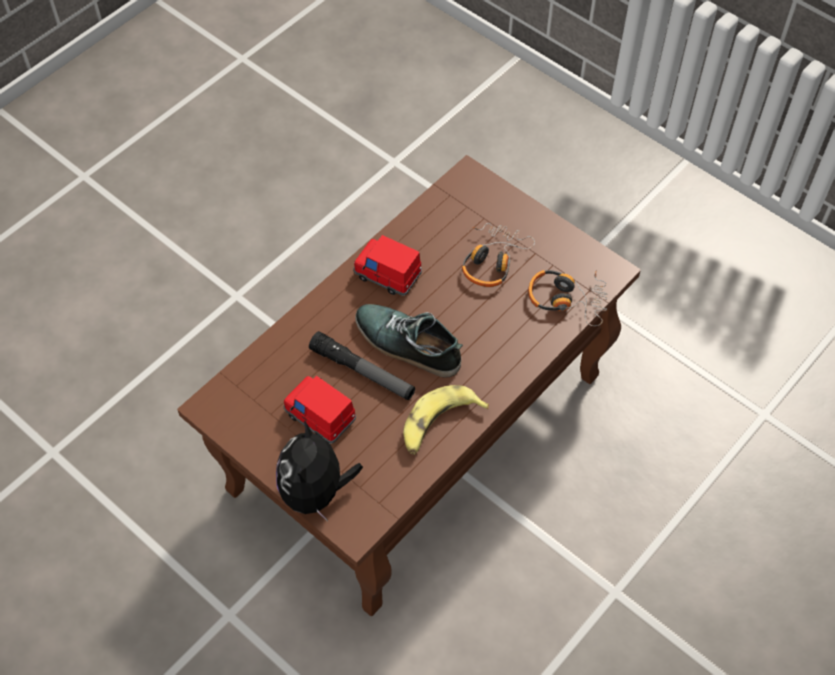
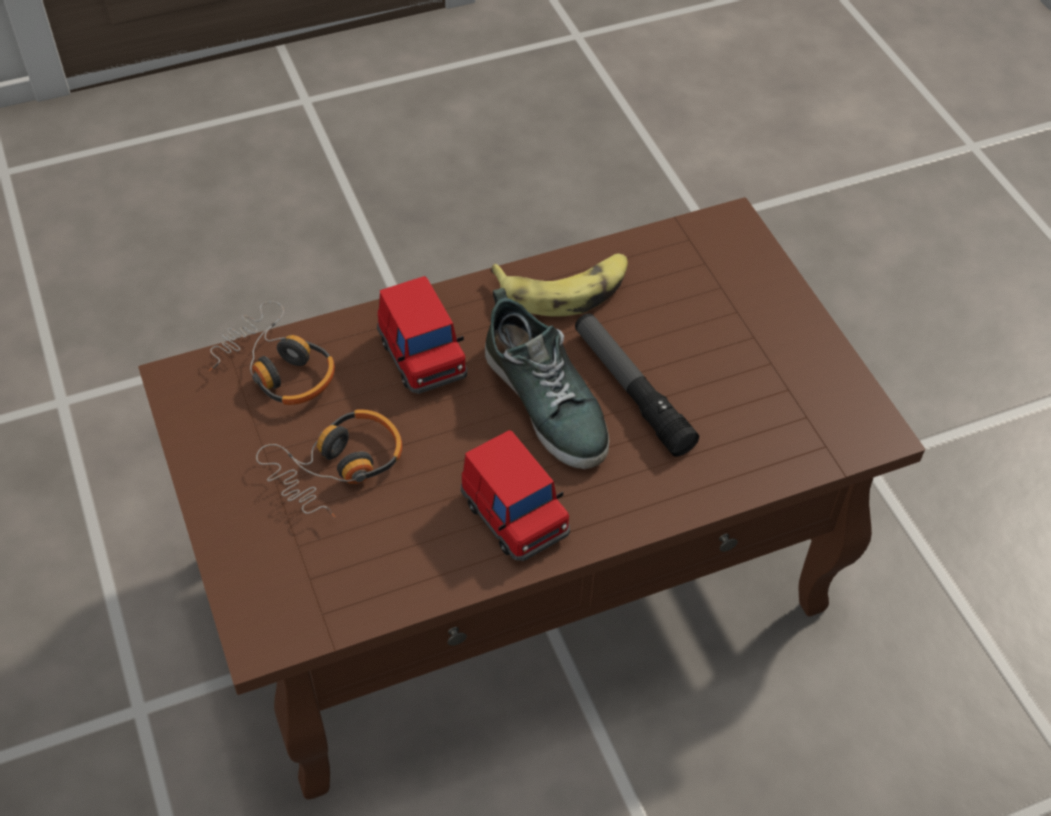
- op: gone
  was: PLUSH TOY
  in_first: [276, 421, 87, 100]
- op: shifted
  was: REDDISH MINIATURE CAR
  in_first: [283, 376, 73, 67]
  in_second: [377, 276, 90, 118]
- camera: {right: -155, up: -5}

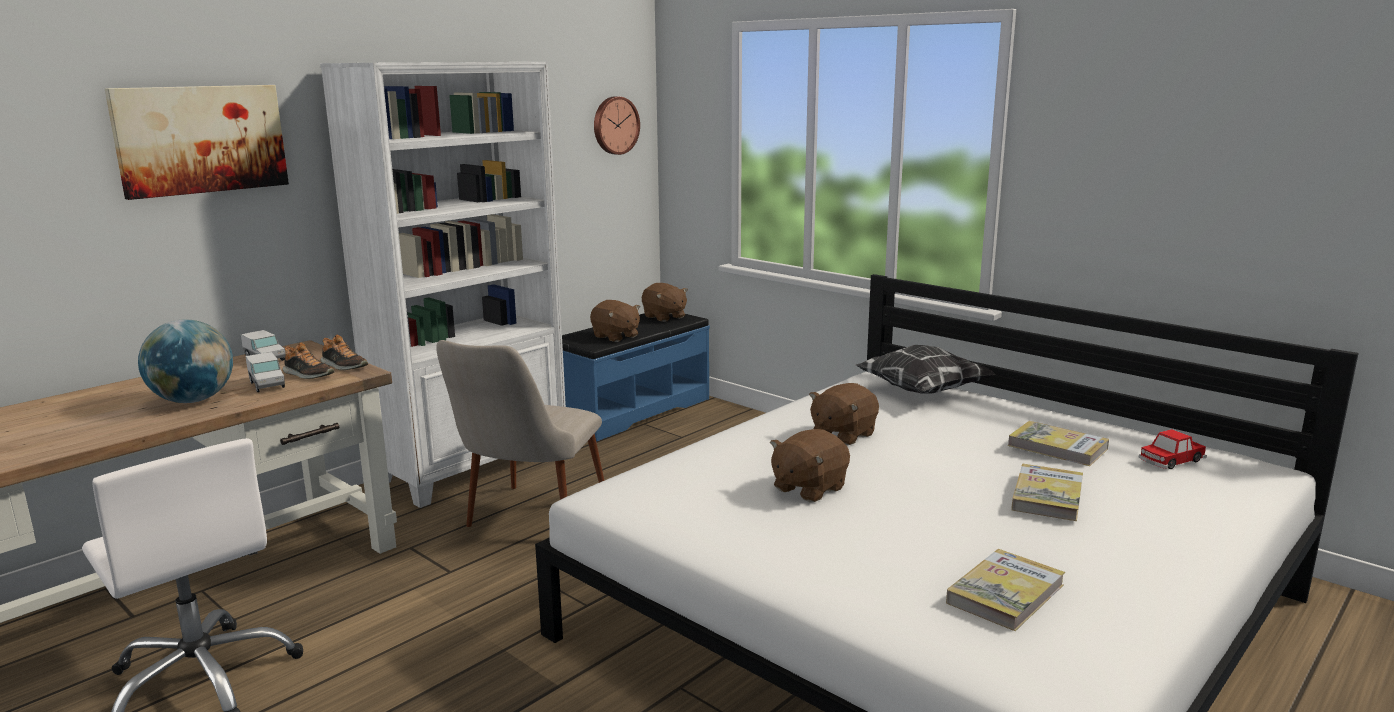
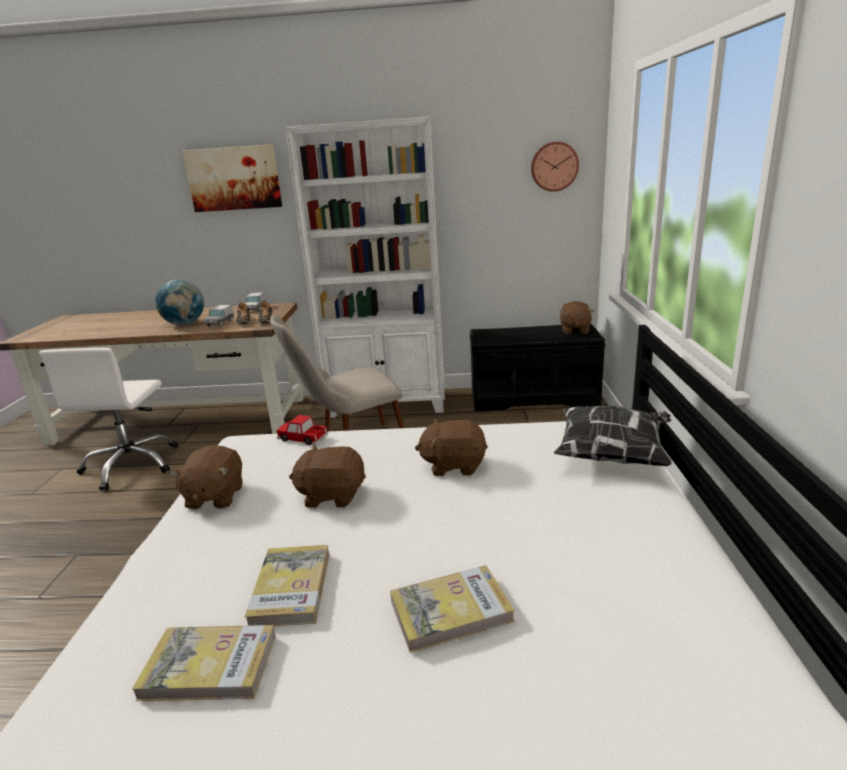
- op: shifted
  was: BROWN PLUSH TOY
  in_first: [590, 300, 50, 42]
  in_second: [170, 445, 73, 64]
- op: shifted
  was: BOOK
  in_first: [1008, 421, 101, 45]
  in_second: [245, 545, 84, 81]
- op: shifted
  was: MINIATURE CAR
  in_first: [1138, 429, 69, 40]
  in_second: [277, 415, 51, 30]
- op: repainted
  was: BLUE-COLOURED BENCH
  now: BLACKISH BENCH
  in_first: [562, 313, 148, 129]
  in_second: [470, 323, 135, 88]
- camera: {right: 50, up: 5}

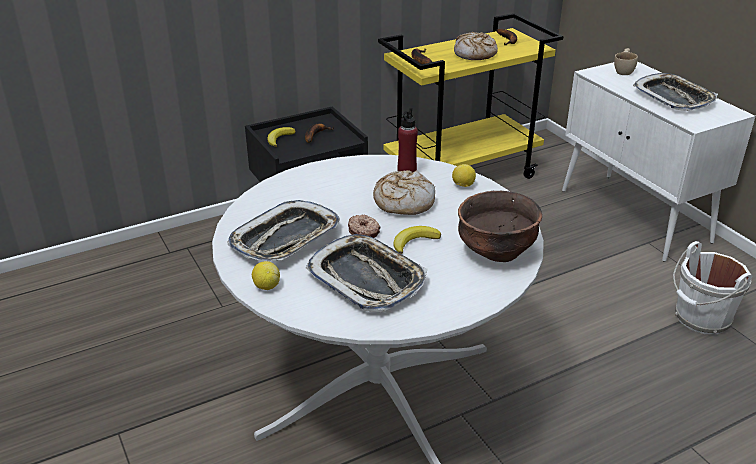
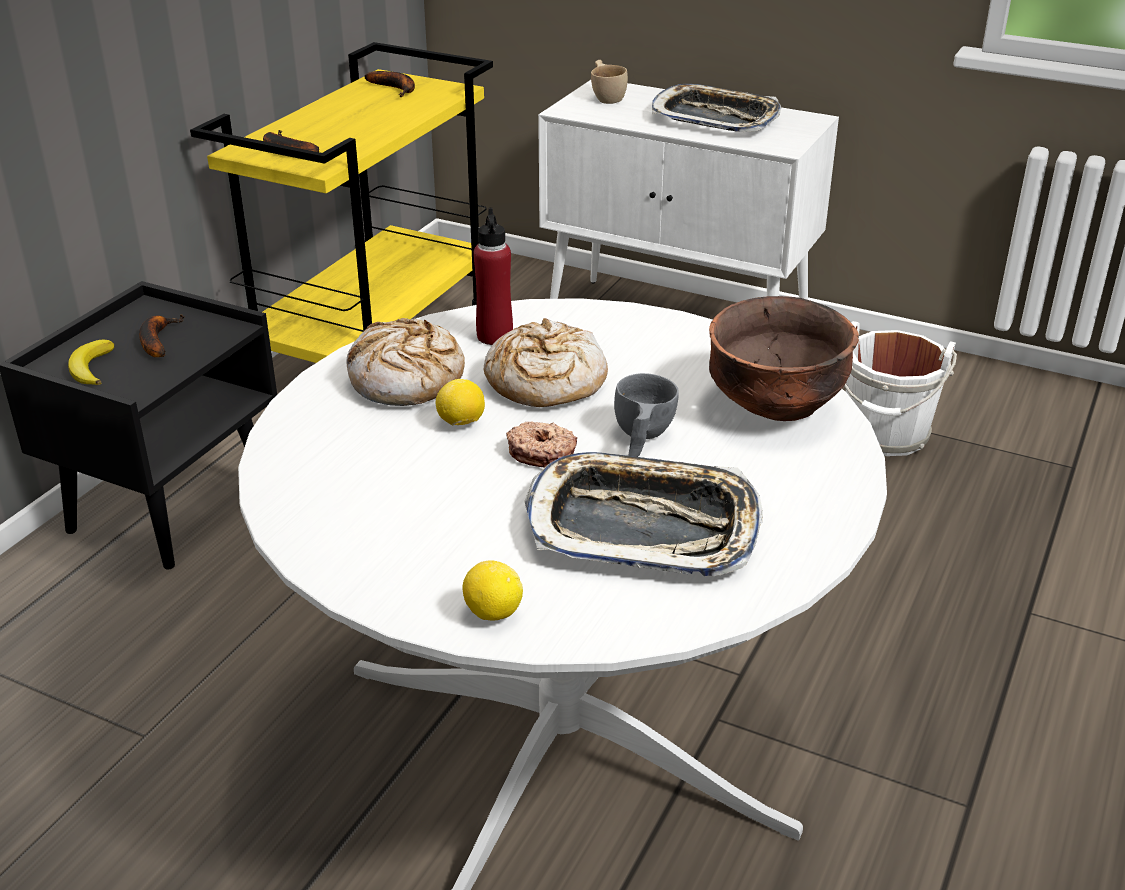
- op: gone
  was: SERVING TRAY
  in_first: [228, 200, 112, 60]
- op: shifted
  was: WHOLE LEMON
  in_first: [452, 164, 24, 23]
  in_second: [436, 379, 49, 46]
- op: shifted
  was: BAKED BREAD
  in_first: [454, 32, 44, 28]
  in_second: [346, 318, 119, 88]
- op: swapped
  was: WHOLE BANANA
  now: GREY SMALL CUP
  in_first: [393, 226, 48, 28]
  in_second: [614, 373, 65, 84]
- camera: {right: -35, up: 0}

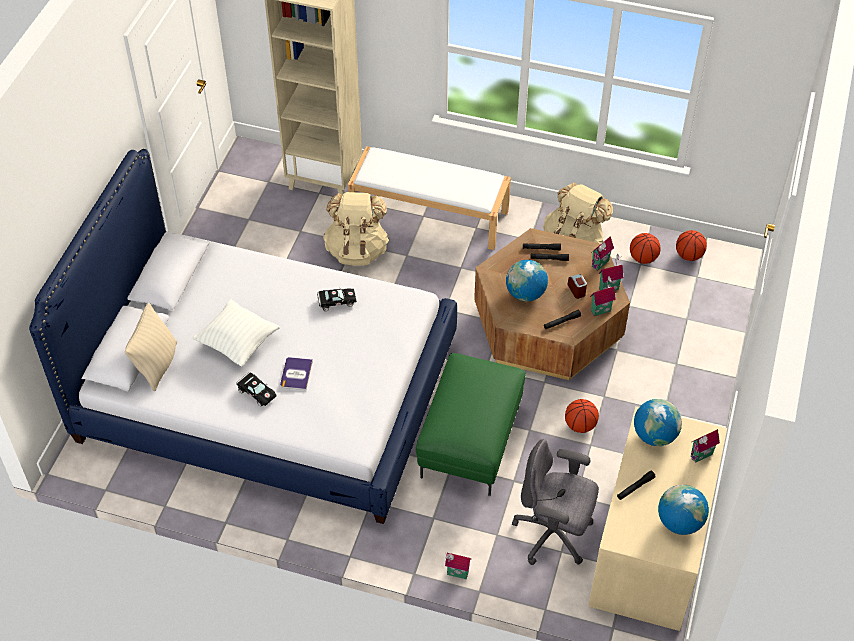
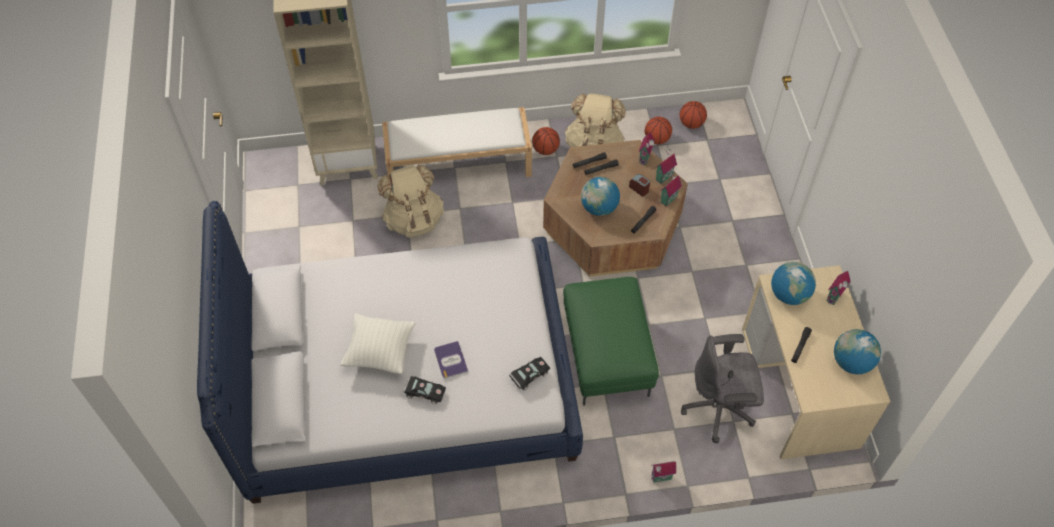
- op: gone
  was: BEIGE THROW PILLOW
  in_first: [125, 303, 52, 88]
- op: shifted
  was: BLACKISH MINIATURE CAR
  in_first: [317, 289, 39, 22]
  in_second: [509, 357, 41, 33]
- op: shifted
  was: BALL FOR BASKETBALL
  in_first: [565, 399, 34, 34]
  in_second: [532, 127, 28, 28]
- camera: {right: -25, up: 5}

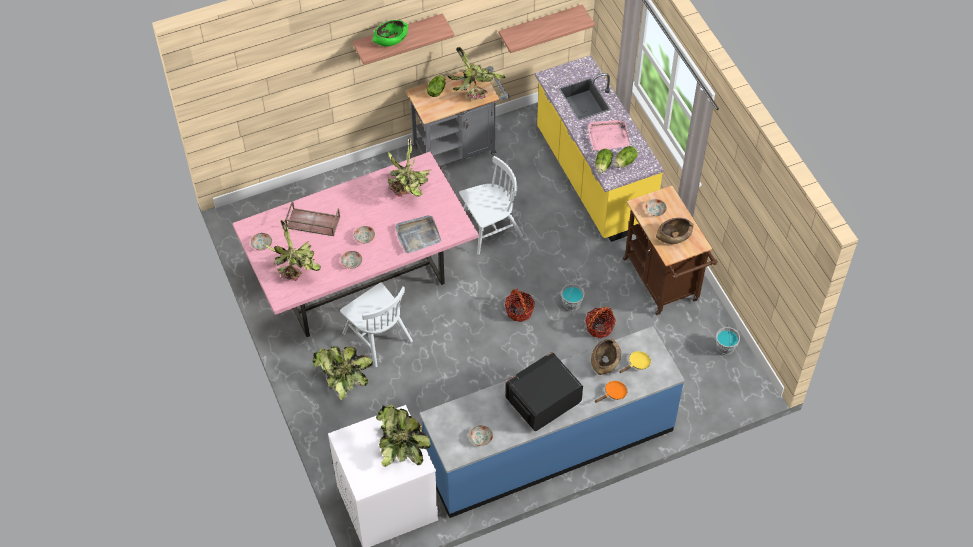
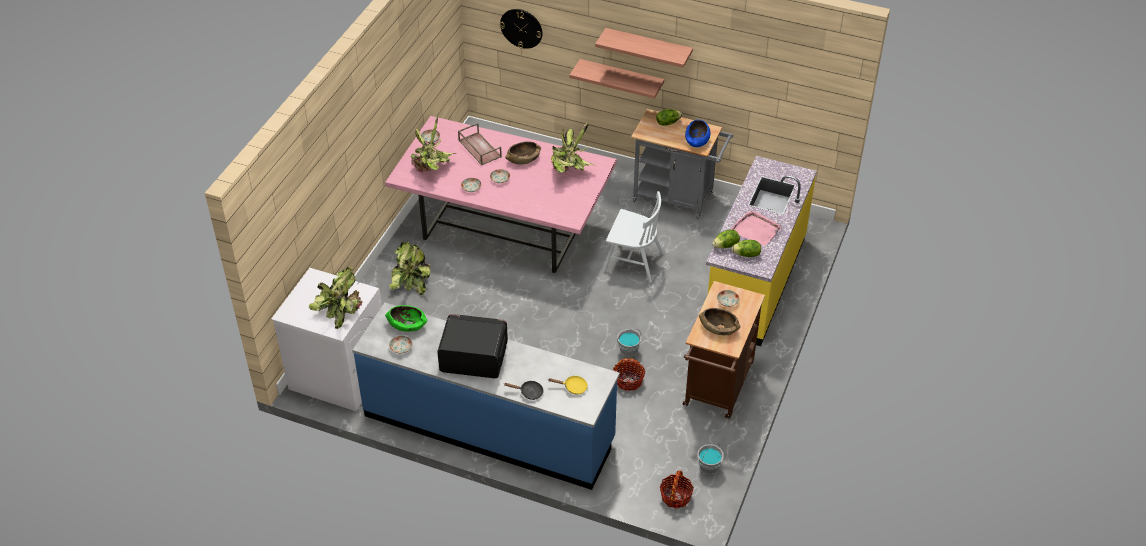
- op: gone
  was: WHITE CHAIR
  in_first: [340, 282, 73, 85]
- op: gone
  was: GREY SERVING TRAY
  in_first: [395, 215, 46, 38]
- op: new
  now: WALL CLOCK
  in_second: [500, 9, 43, 40]
- op: shifted
  was: GREENISH DEEP DISH
  in_first: [373, 20, 35, 27]
  in_second: [385, 305, 42, 27]
- op: shifted
  was: SHELF
  in_first: [499, 5, 96, 48]
  in_second: [569, 59, 95, 40]
- op: shifted
  was: HOUSEHOLD BASKET
  in_first: [505, 289, 30, 33]
  in_second: [660, 471, 34, 38]
- op: shifted
  was: BROWN DEEP DISH
  in_first: [591, 339, 30, 36]
  in_second: [505, 141, 36, 24]
- op: swapped
  was: POTTED PLANT
  now: BLUE-COLOURED DEEP DISH
  in_first: [448, 47, 58, 53]
  in_second: [685, 120, 25, 27]
- op: repainted
  was: ORANGE FRYING PAN
  now: BLACKISH FRYING PAN
  in_first: [594, 381, 33, 22]
  in_second: [504, 381, 40, 19]
- camera: {right: 45, up: -10}

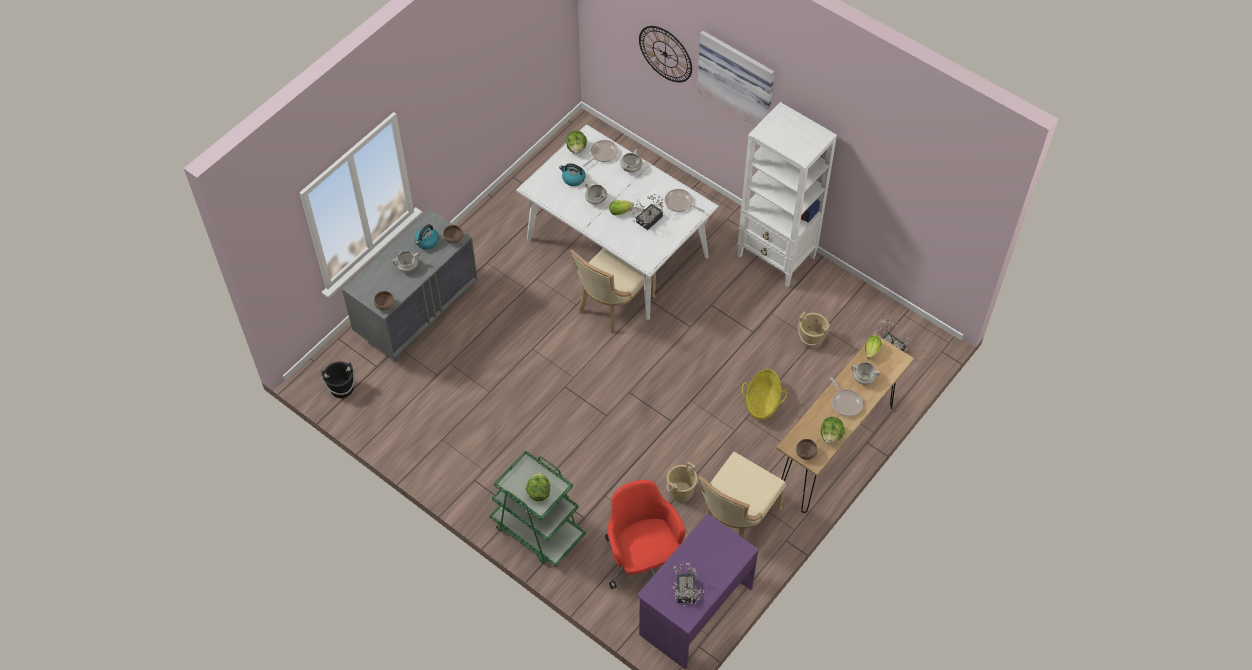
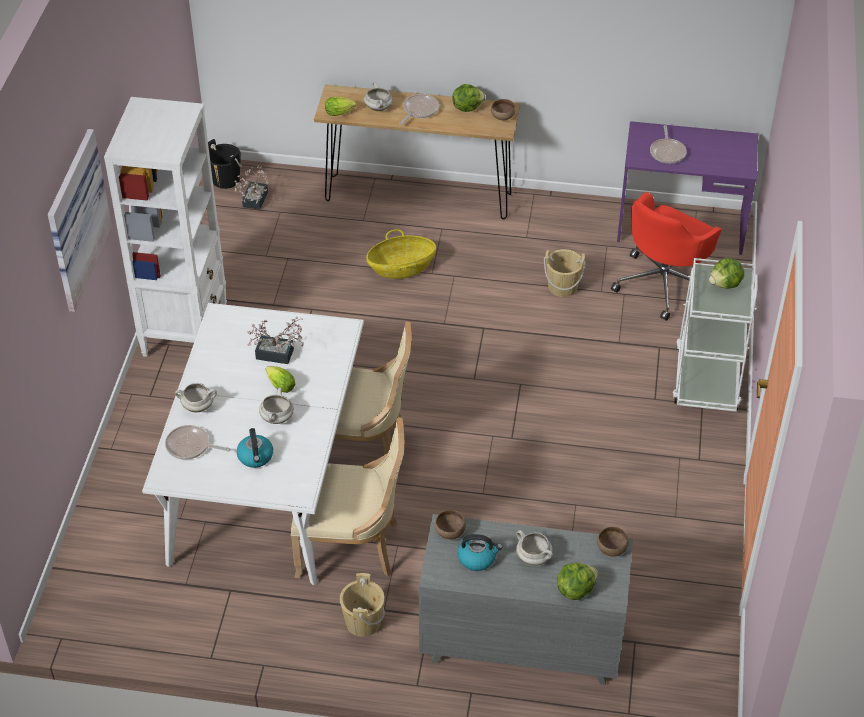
- op: gone
  was: WALL CLOCK
  in_first: [639, 26, 53, 56]
- op: gone
  was: POTTED PLANT
  in_first: [672, 563, 32, 43]
- op: shifted
  was: BLACKISH BUCKET
  in_first: [321, 362, 34, 36]
  in_second: [208, 139, 34, 50]
- op: shifted
  was: HEAD OF LETTUCE
  in_first: [566, 130, 21, 24]
  in_second: [557, 563, 41, 37]
- op: shifted
  was: FRYING PAN
  in_first: [665, 189, 40, 23]
  in_second: [650, 125, 37, 39]
- op: shifted
  was: BEIGE CHAIR
  in_first: [698, 452, 88, 86]
  in_second: [291, 417, 113, 161]
- op: shifted
  was: BEIGE BUCKET
  in_first: [798, 311, 32, 38]
  in_second: [340, 573, 45, 64]
- op: repainted
  was: GREENISH WHEELED CART
  now: WHITE WHEELED CART
  in_first: [490, 450, 96, 117]
  in_second: [673, 258, 85, 154]
- camera: {right: -120, up: -10}

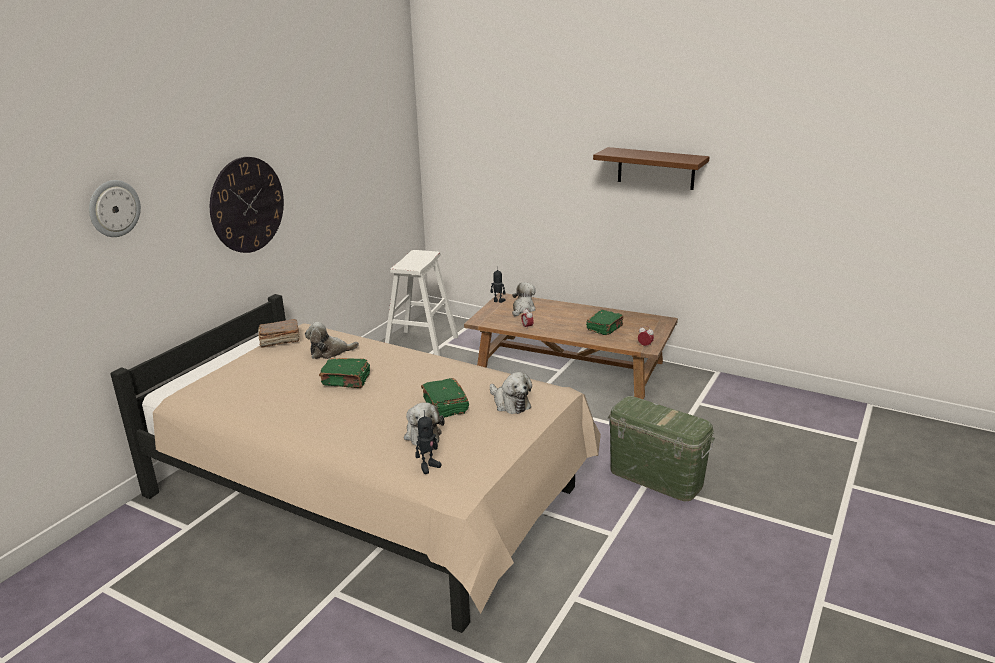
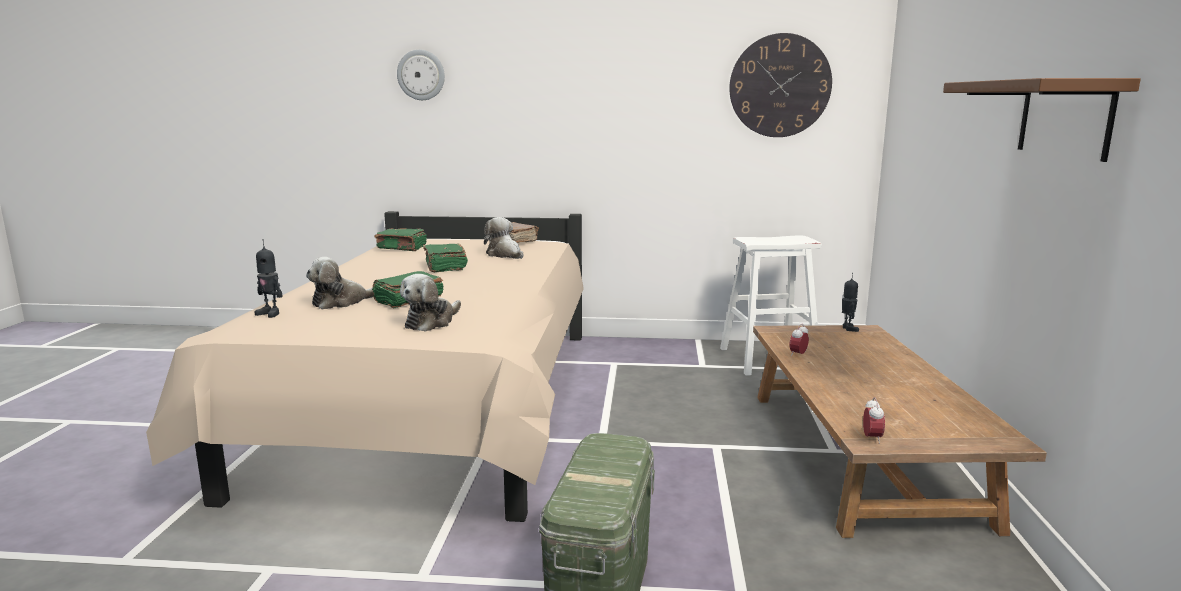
- op: gone
  was: PLUSH TOY
  in_first: [512, 282, 24, 35]
- op: shifted
  was: WALL CLOCK
  in_first: [210, 157, 74, 96]
  in_second: [729, 33, 103, 104]
- op: shifted
  was: GREENISH BOOK
  in_first: [586, 310, 37, 25]
  in_second: [375, 228, 52, 23]
- camera: {right: 65, up: -10}

